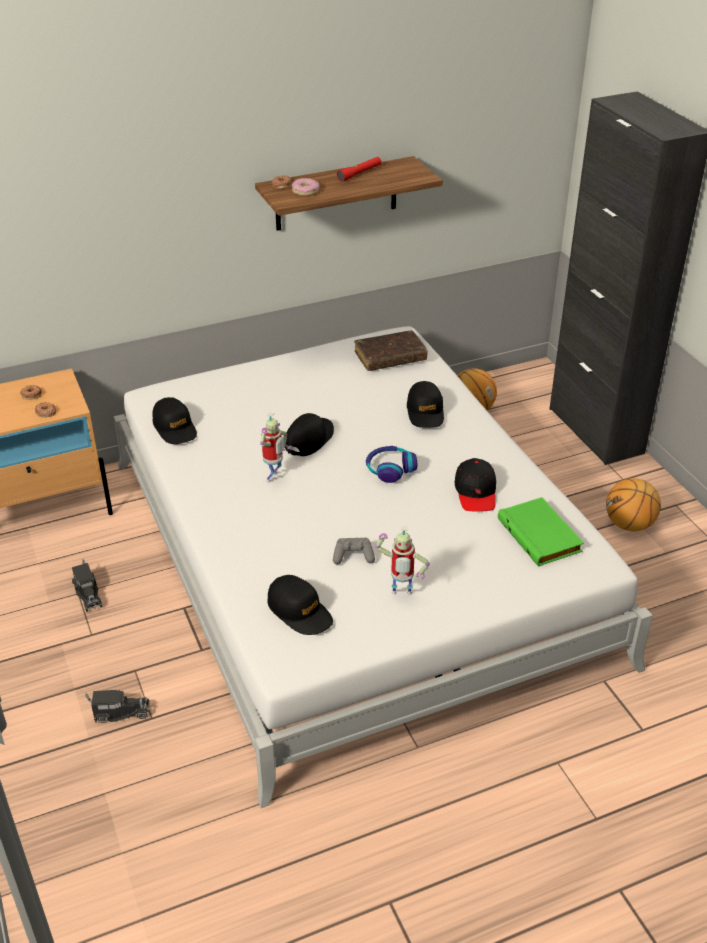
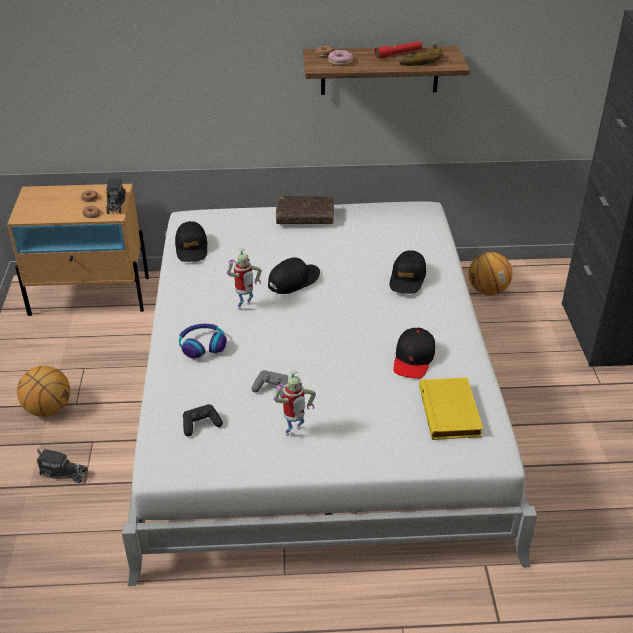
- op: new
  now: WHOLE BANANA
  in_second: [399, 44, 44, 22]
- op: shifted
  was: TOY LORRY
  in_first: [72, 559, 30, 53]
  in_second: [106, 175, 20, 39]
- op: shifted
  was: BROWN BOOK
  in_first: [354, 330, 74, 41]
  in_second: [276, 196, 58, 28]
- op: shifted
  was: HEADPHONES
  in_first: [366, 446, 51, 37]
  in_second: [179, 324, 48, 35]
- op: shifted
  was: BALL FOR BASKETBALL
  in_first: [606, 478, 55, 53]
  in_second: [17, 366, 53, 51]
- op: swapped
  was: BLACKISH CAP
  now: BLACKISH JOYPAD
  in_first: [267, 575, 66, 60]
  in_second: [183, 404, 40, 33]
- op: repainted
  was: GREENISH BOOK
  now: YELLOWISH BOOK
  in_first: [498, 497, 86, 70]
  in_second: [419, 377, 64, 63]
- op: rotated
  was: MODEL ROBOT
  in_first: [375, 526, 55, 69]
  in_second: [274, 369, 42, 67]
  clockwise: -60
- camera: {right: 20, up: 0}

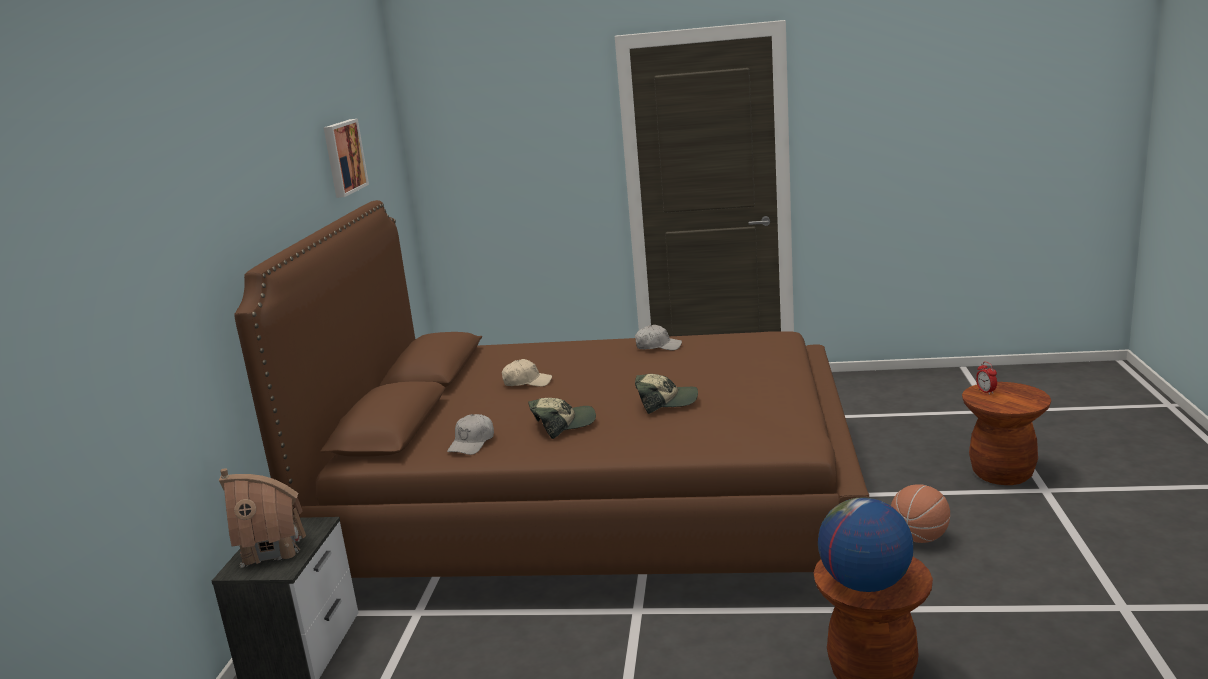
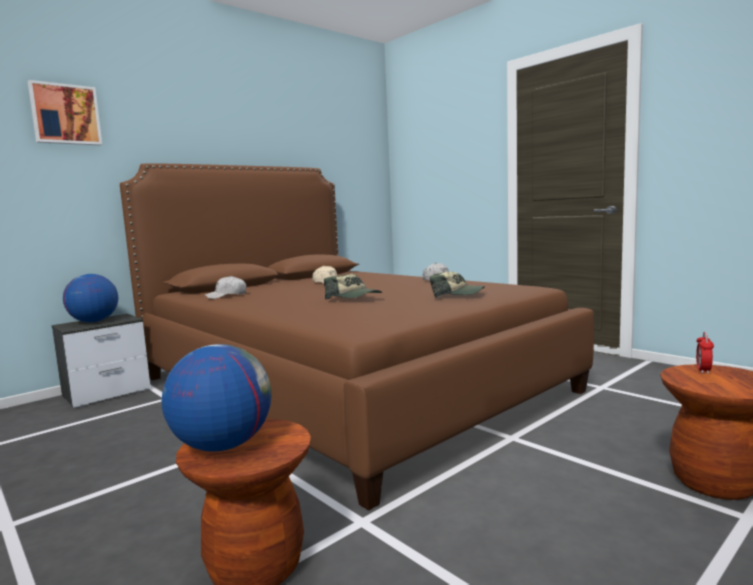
- op: gone
  was: BALL FOR BASKETBALL
  in_first: [891, 484, 59, 59]
- op: shifted
  was: PICTURE
  in_first: [324, 119, 45, 79]
  in_second: [28, 80, 74, 66]
- op: shifted
  was: CAP
  in_first: [528, 398, 68, 41]
  in_second: [430, 272, 55, 26]
- op: swapped
  was: MODEL HOUSE
  now: DESK GLOBE
  in_first: [219, 468, 87, 100]
  in_second: [63, 274, 55, 49]
- camera: {right: 40, up: -10}

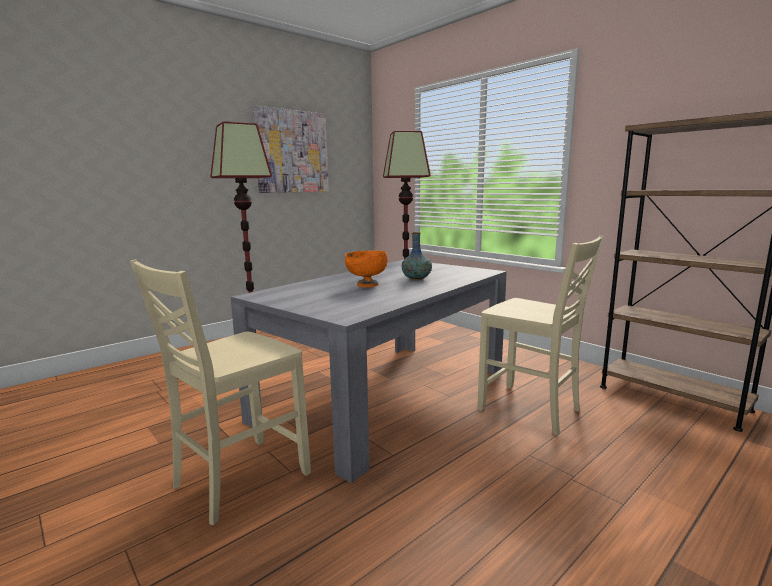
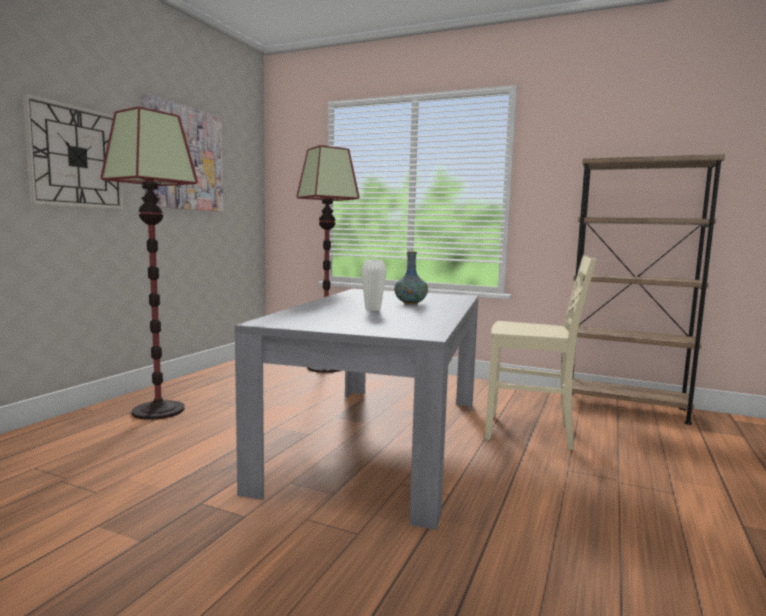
- op: gone
  was: BEIGE CHAIR
  in_first: [130, 259, 181, 266]
- op: new
  now: WALL CLOCK
  in_second: [22, 93, 102, 116]
- op: swapped
  was: ORANGE DEEP DISH
  now: WHITE FLOWER VASE
  in_first: [345, 251, 43, 36]
  in_second: [361, 259, 26, 52]
- camera: {right: -25, up: -5}

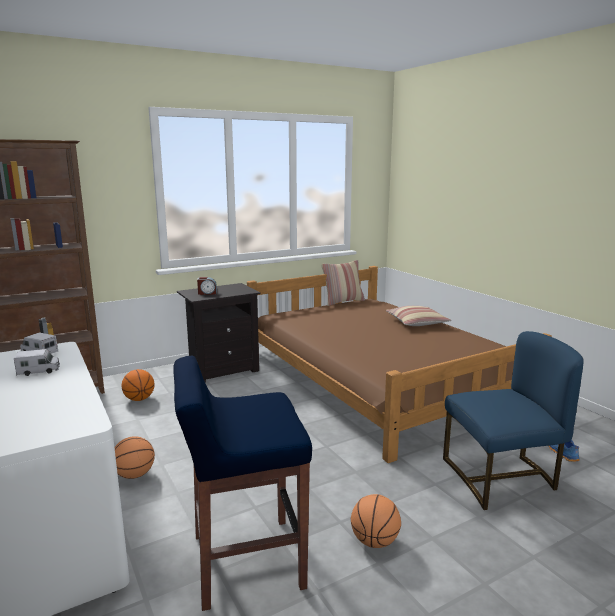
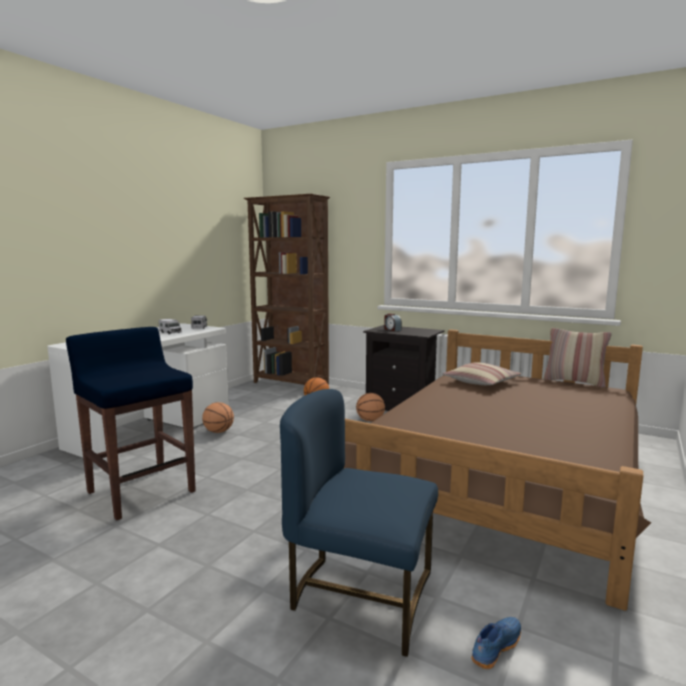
- op: shifted
  was: BALL FOR BASKETBALL
  in_first: [351, 494, 50, 54]
  in_second: [356, 393, 29, 28]
- op: shifted
  was: THROW PILLOW
  in_first: [385, 306, 66, 20]
  in_second: [442, 362, 79, 23]
- op: rotated
  was: BLUE-COLOURED CHAIR
  in_first: [443, 331, 141, 179]
  in_second: [280, 389, 158, 268]
  clockwise: 150
- camera: {right: 60, up: -5}

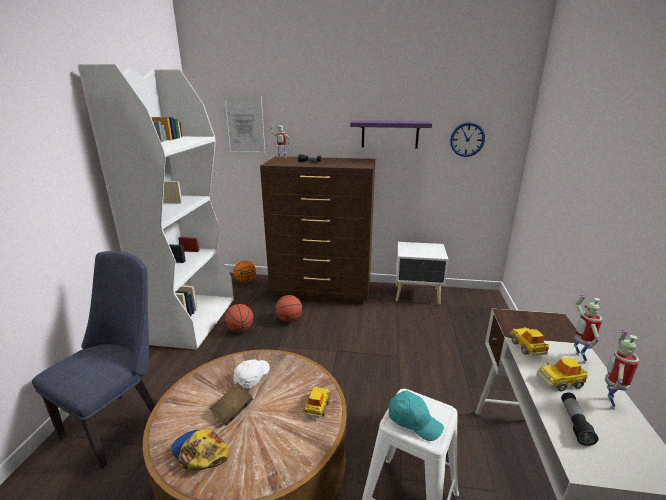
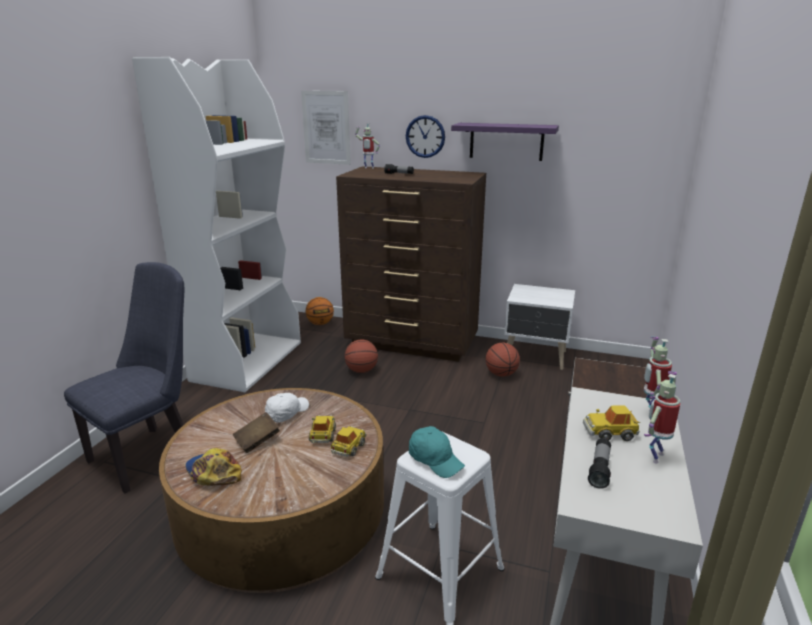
- op: shifted
  was: BALL FOR BASKETBALL
  in_first: [225, 304, 28, 28]
  in_second: [485, 343, 35, 34]
- op: shifted
  was: WALL CLOCK
  in_first: [450, 122, 35, 35]
  in_second: [406, 115, 39, 43]
- op: shifted
  was: MINIATURE CAR
  in_first: [510, 327, 39, 29]
  in_second: [309, 415, 27, 28]
- camera: {right: 10, up: 0}

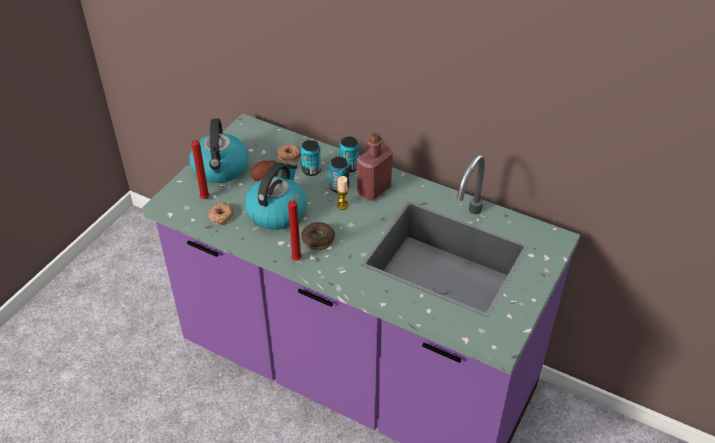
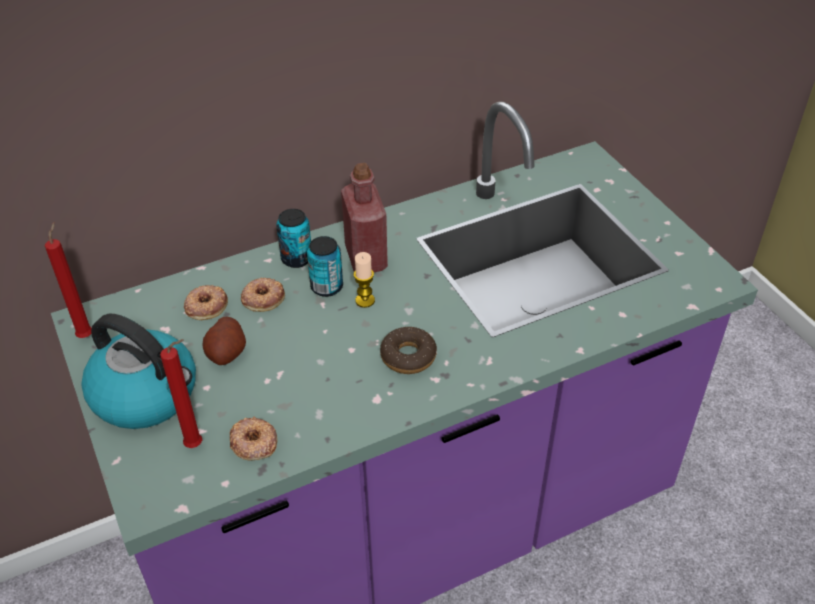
- op: gone
  was: WATER KETTLE
  in_first: [245, 162, 62, 68]
- op: shifted
  was: REDDISH WAX LIGHT
  in_first: [288, 193, 14, 68]
  in_second: [45, 222, 47, 116]
- op: swapped
  was: METAL CAN
  now: DONUT
  in_first: [301, 140, 20, 36]
  in_second: [241, 278, 44, 34]
- camera: {right: -55, up: 0}

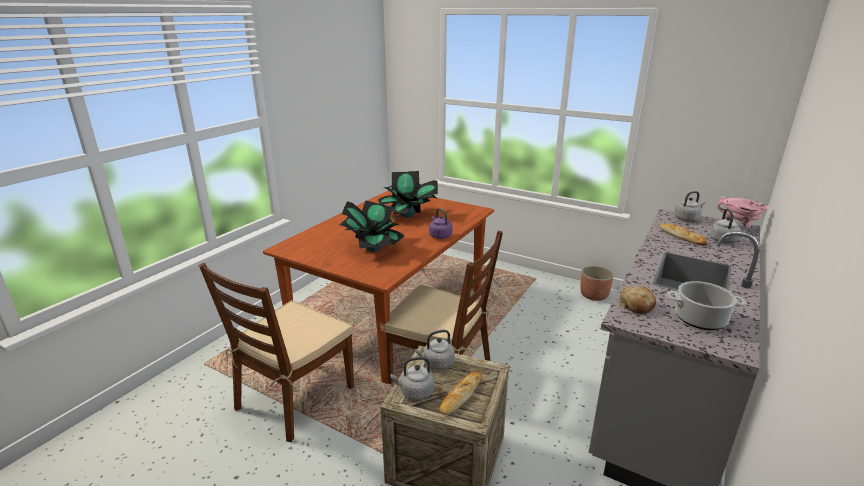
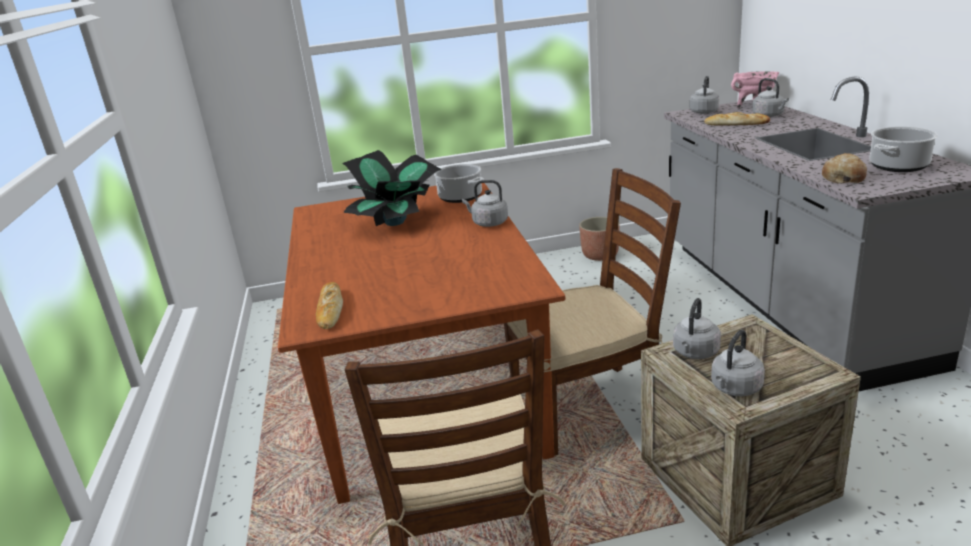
- op: gone
  was: POTTED PLANT
  in_first: [340, 201, 64, 53]
- op: new
  now: STOCKPOT
  in_second: [434, 164, 50, 39]
- op: shifted
  was: BAKED BREAD
  in_first: [439, 372, 43, 43]
  in_second: [316, 282, 27, 47]
- op: repainted
  was: PURPLISH WATER KETTLE
  now: GREY WATER KETTLE
  in_first: [429, 208, 23, 31]
  in_second: [462, 180, 46, 47]
- camera: {right: -40, up: 0}

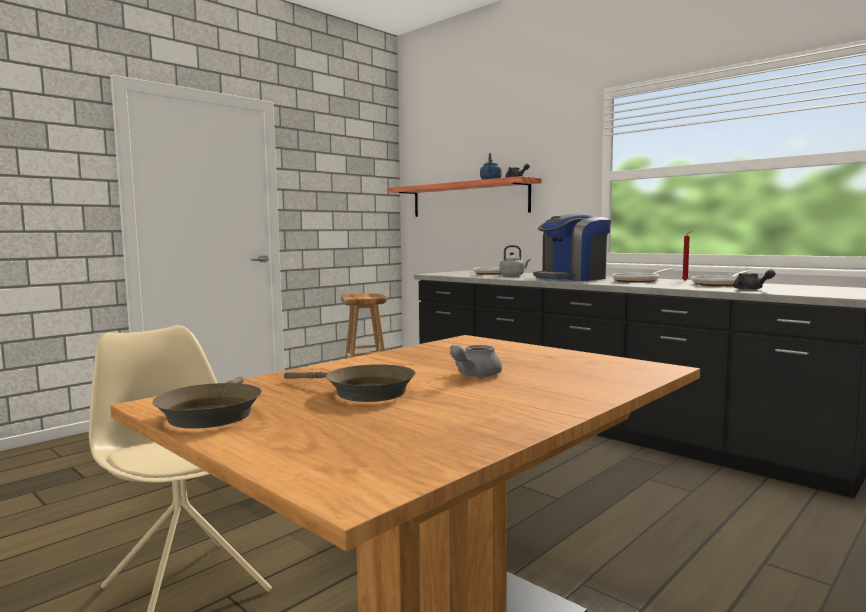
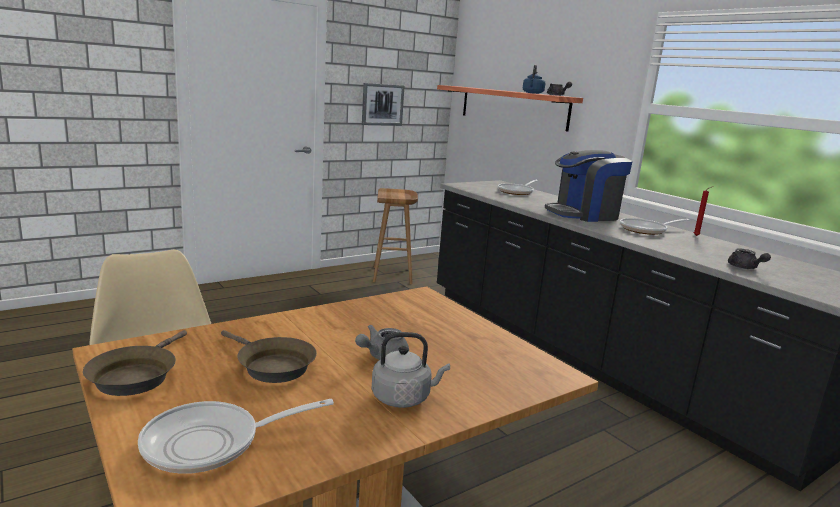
- op: new
  now: PICTURE
  in_second: [362, 83, 42, 43]
- op: shifted
  was: GREY WATER KETTLE
  in_first: [500, 245, 31, 31]
  in_second: [371, 332, 79, 76]
- op: shifted
  was: FRYING PAN
  in_first: [692, 270, 59, 16]
  in_second: [138, 399, 196, 75]
- camera: {right: 10, up: 10}

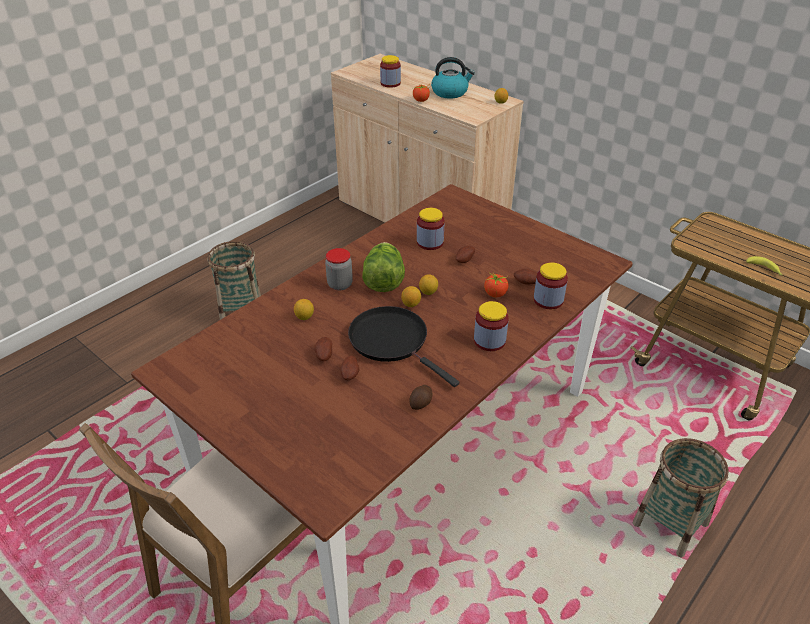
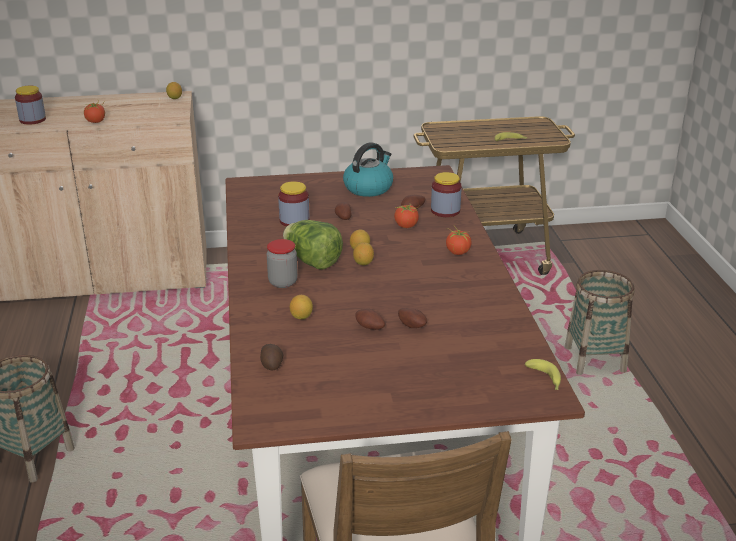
- op: gone
  was: BLACKISH FRYING PAN
  in_first: [348, 306, 111, 81]
- op: new
  now: WHOLE BANANA
  in_second: [525, 359, 36, 31]
- op: shifted
  was: POTATO
  in_first: [410, 385, 23, 25]
  in_second: [260, 344, 23, 26]
- op: shifted
  was: WATER KETTLE
  in_first: [431, 57, 44, 41]
  in_second: [343, 142, 50, 55]
- op: swapped
  was: JAR
  now: FRESH TOMATO
  in_first: [474, 301, 35, 50]
  in_second: [446, 226, 26, 29]
- camera: {right: -50, up: -10}

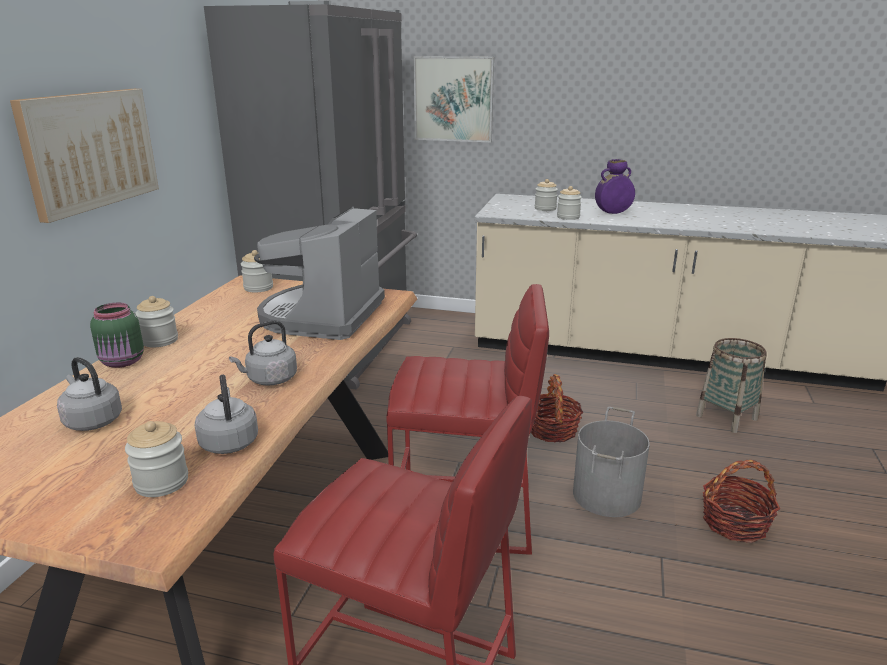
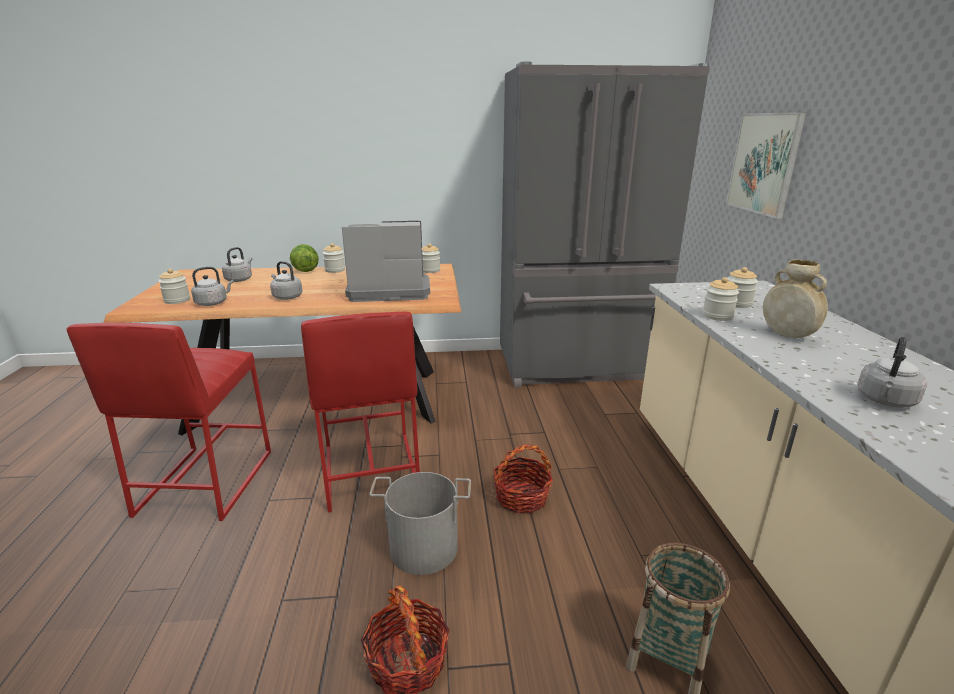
- op: gone
  was: PICTURE
  in_first: [10, 89, 149, 134]
- op: new
  now: GREY WATER KETTLE
  in_second: [857, 337, 70, 71]
- op: swapped
  was: GREENISH JAR
  now: HEAD OF LETTUCE
  in_first: [90, 303, 54, 65]
  in_second: [290, 244, 29, 28]
- op: repainted
  was: PURPLISH FLOWER VASE
  now: BEIGE FLOWER VASE
  in_first: [595, 159, 40, 55]
  in_second: [763, 259, 65, 79]
- camera: {right: 70, up: 0}

